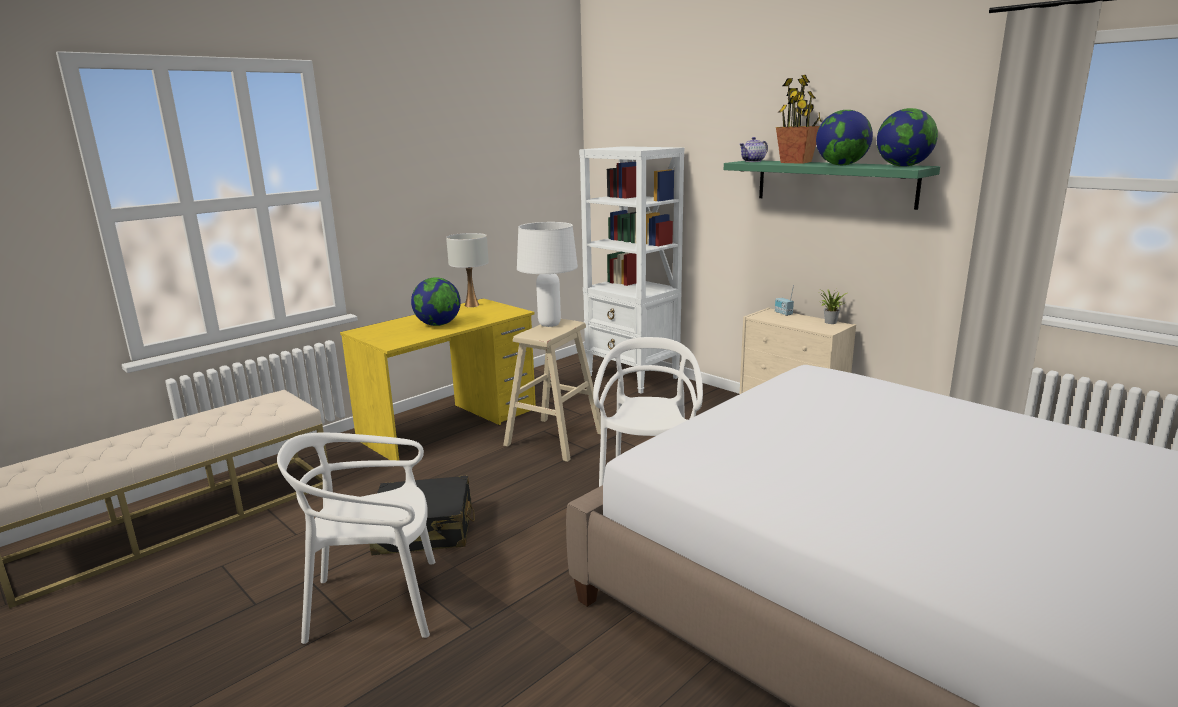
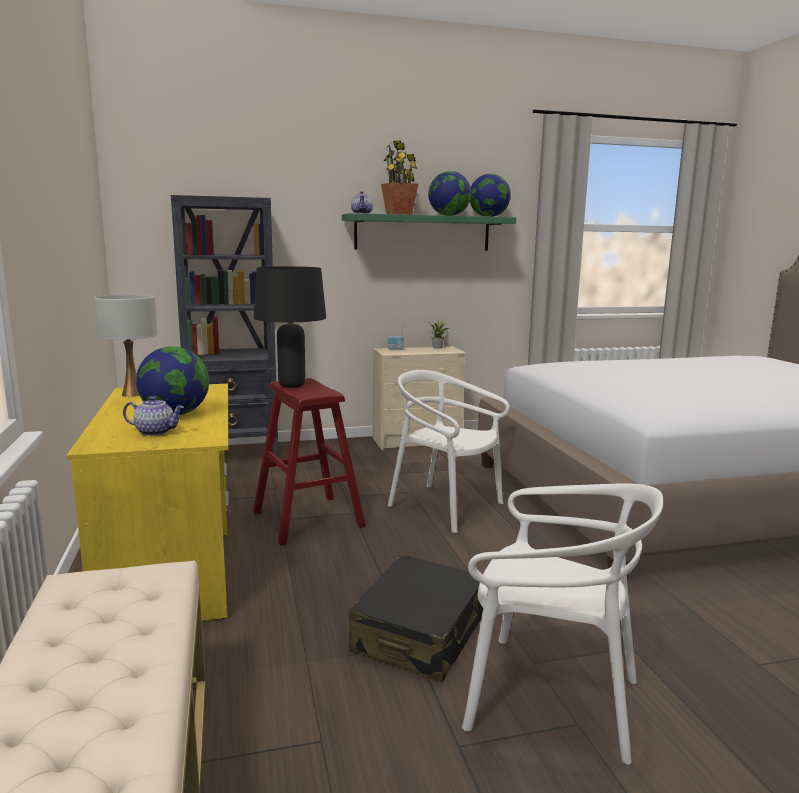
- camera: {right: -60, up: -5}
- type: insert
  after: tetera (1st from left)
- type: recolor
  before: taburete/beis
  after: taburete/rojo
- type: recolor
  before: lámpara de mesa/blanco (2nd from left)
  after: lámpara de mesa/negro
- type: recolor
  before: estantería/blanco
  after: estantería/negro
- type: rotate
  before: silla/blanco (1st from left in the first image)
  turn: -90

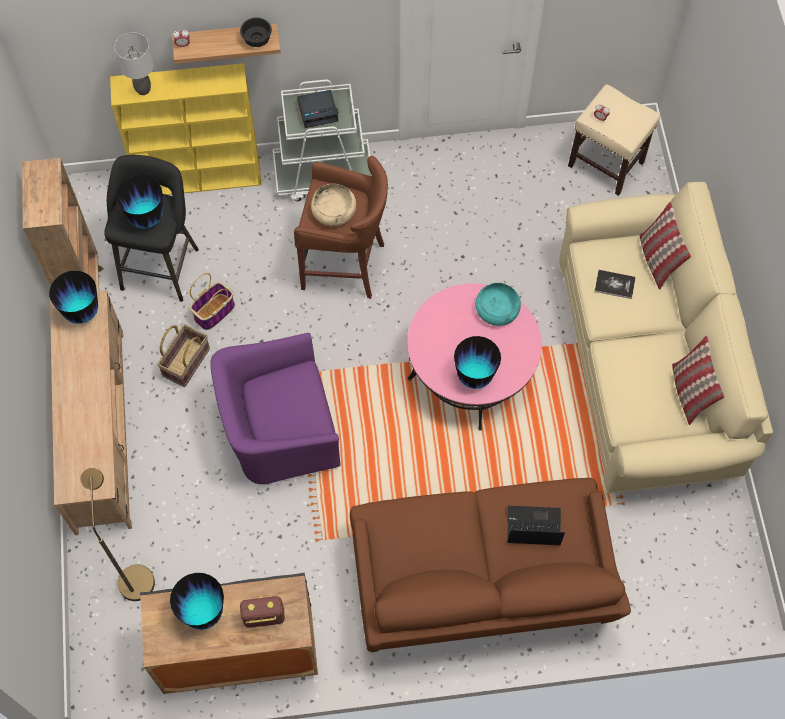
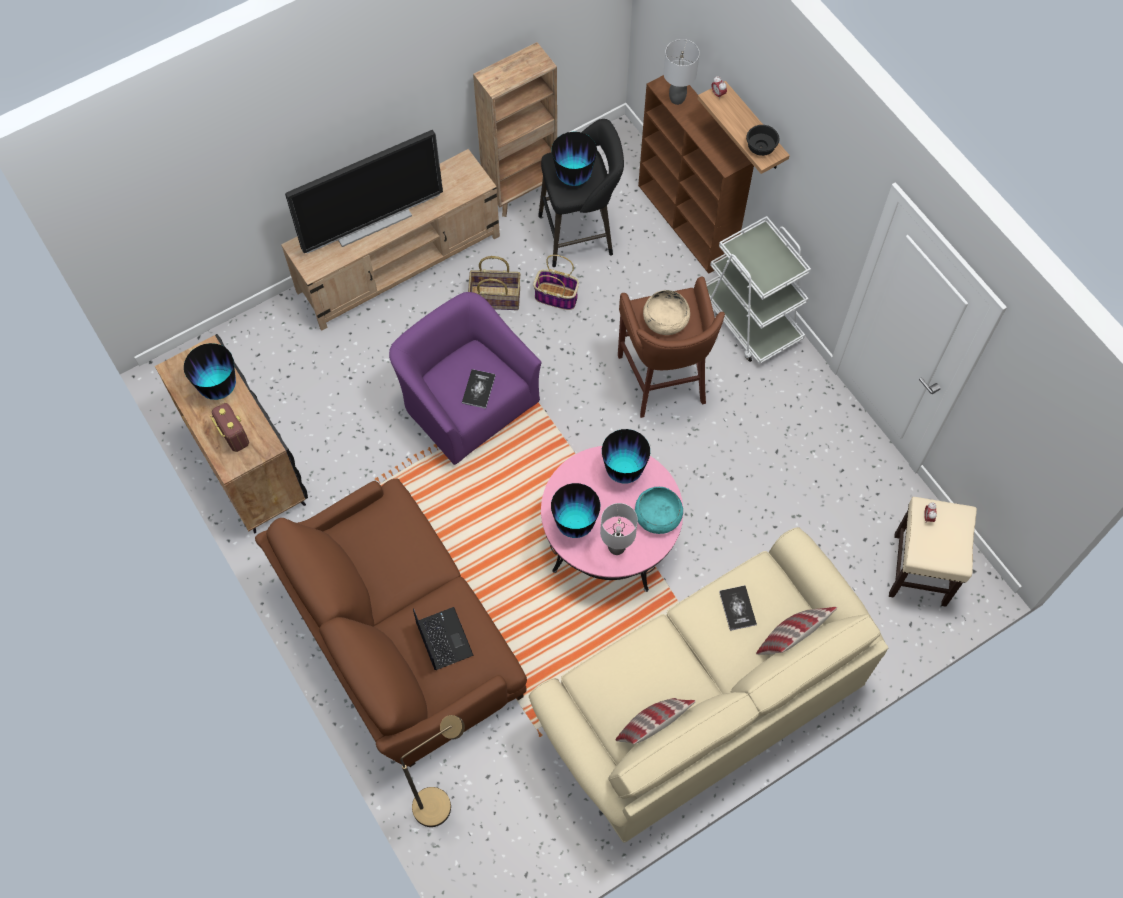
- camera: {right: 65, up: 0}
- type: delete
  before: despertador (2nd from left)
- type: insert
  after: televisor
- type: insert
  after: libro (1st from left)
- type: insert
  after: lámpara de mesa/gris (1st from left)
- type: move
  before: florero (1st from left in the first image)
  after: florero (4th from left)
- type: move
  before: lámpara de pie/marrón
- type: recolor
  before: estantería/amarillo
  after: estantería/marrón (2nd from left)

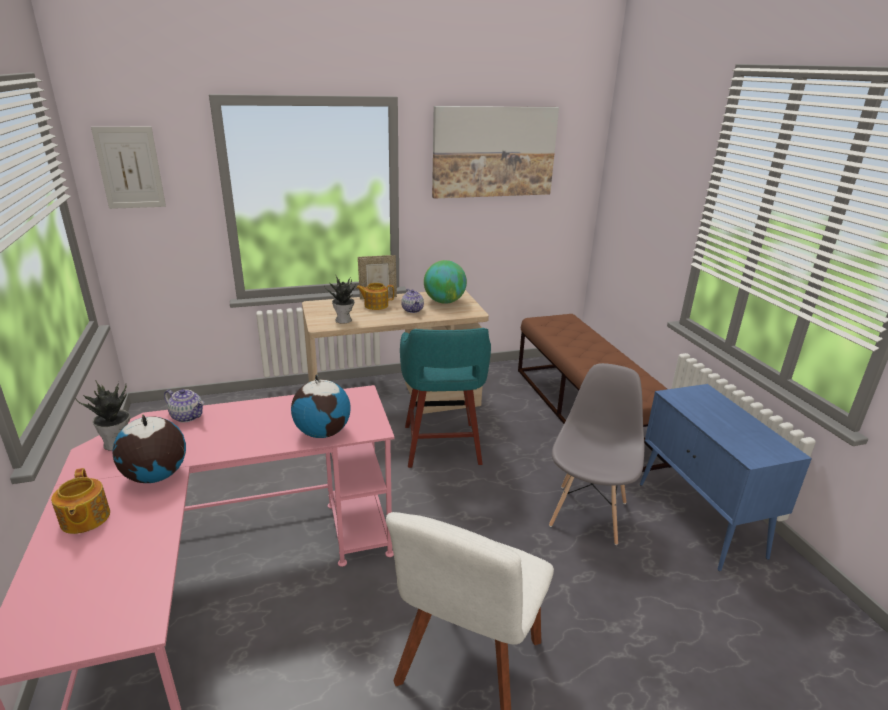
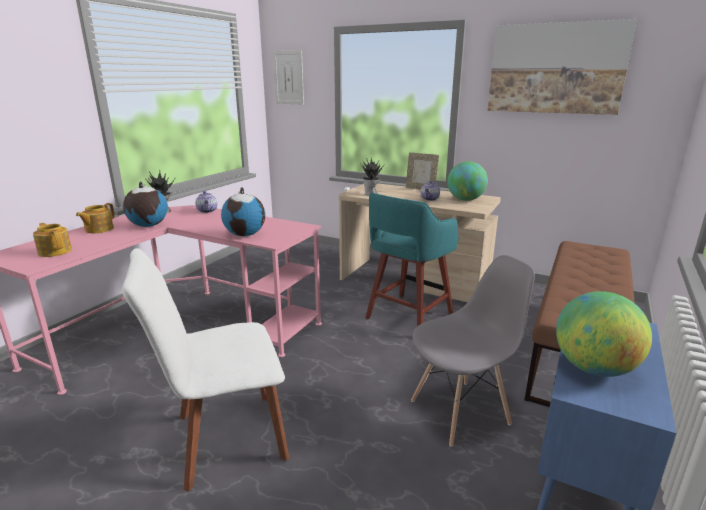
- camera: {right: 45, up: -5}
- type: insert
  after: globo terráqueo (4th from left)
- type: move
  before: tetera (3rd from left in the first image)
  after: tetera (1st from left)

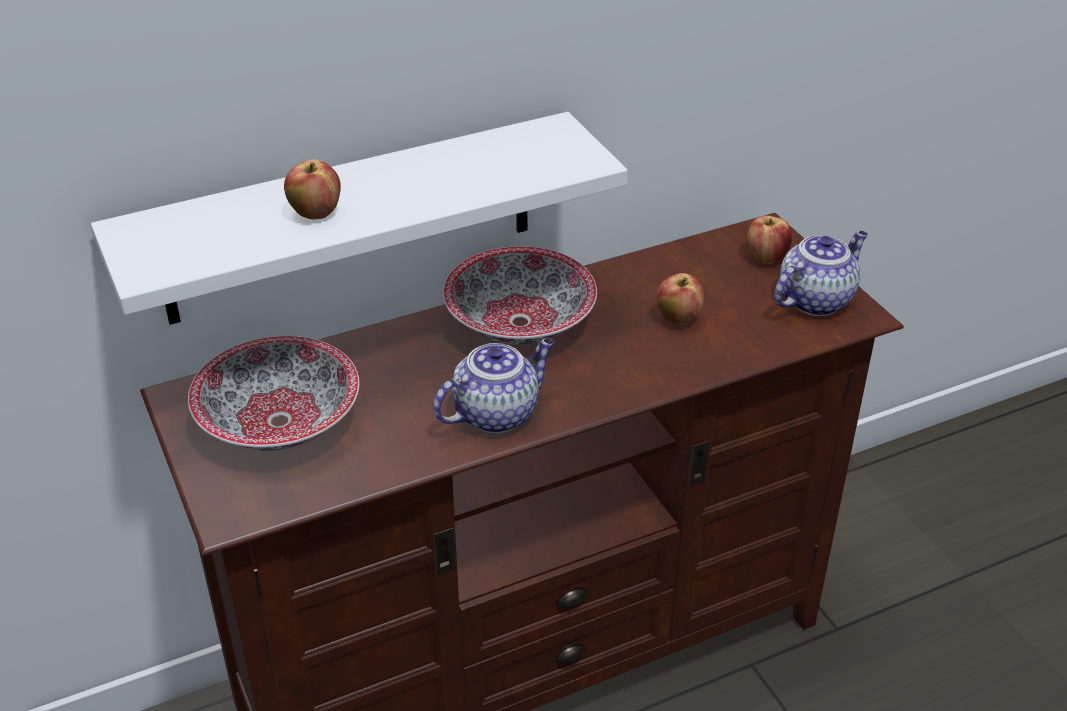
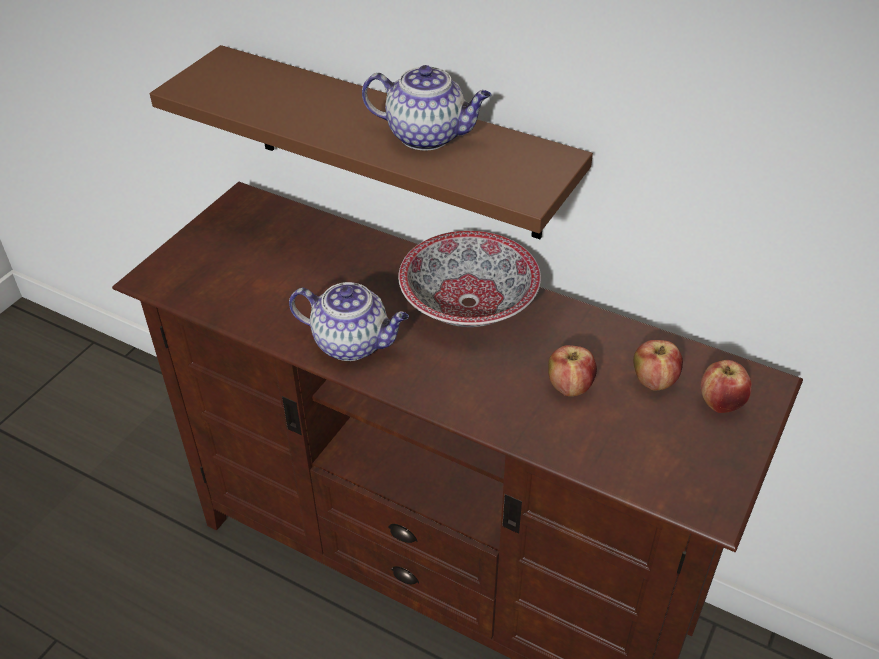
- camera: {right: 55, up: 5}
- type: delete
  before: cuenco (1st from left)
- type: move
  before: manzana (1st from left in the first image)
  after: manzana (2nd from left)
- type: move
  before: tetera (2nd from left)
- type: recolor
  before: estante/blanco
  after: estante/marrón

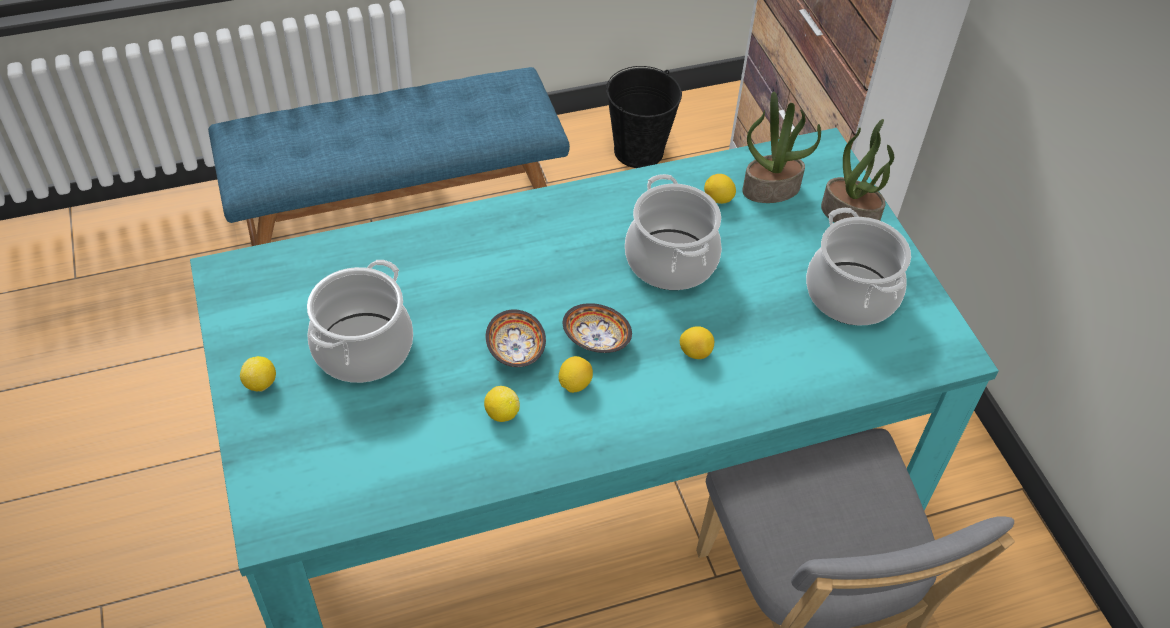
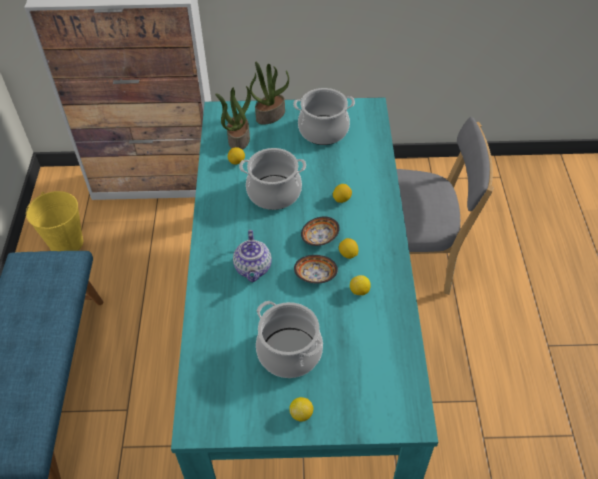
- camera: {right: -70, up: 0}
- type: insert
  after: tetera
- type: recolor
  before: cubo/negro
  after: cubo/amarillo

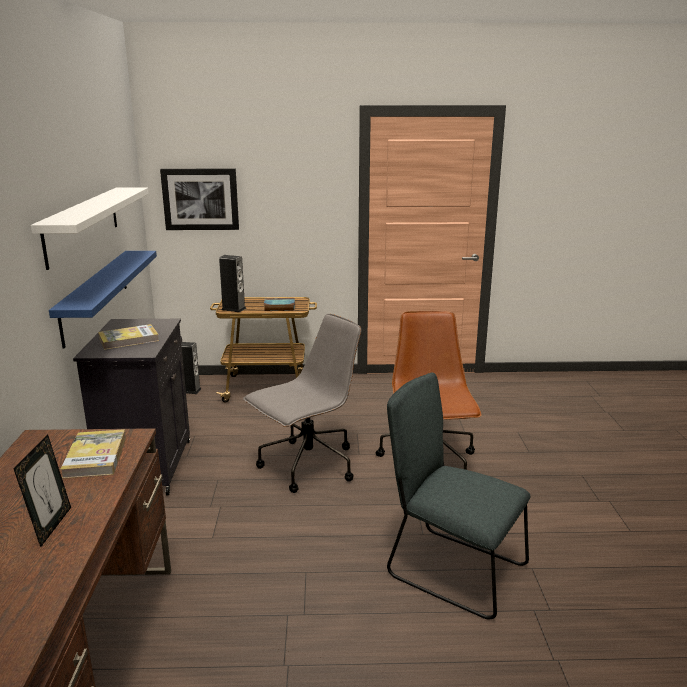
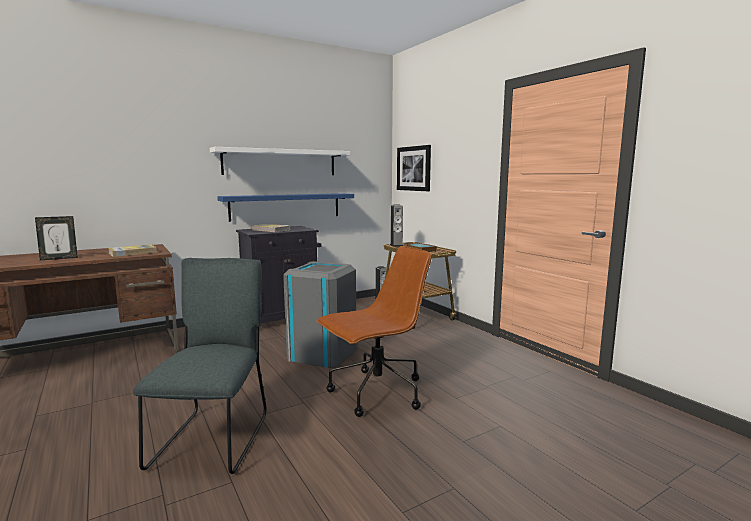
- camera: {right: 60, up: -10}
- type: replace
  before: silla de oficina/gris
  after: papelera/gris

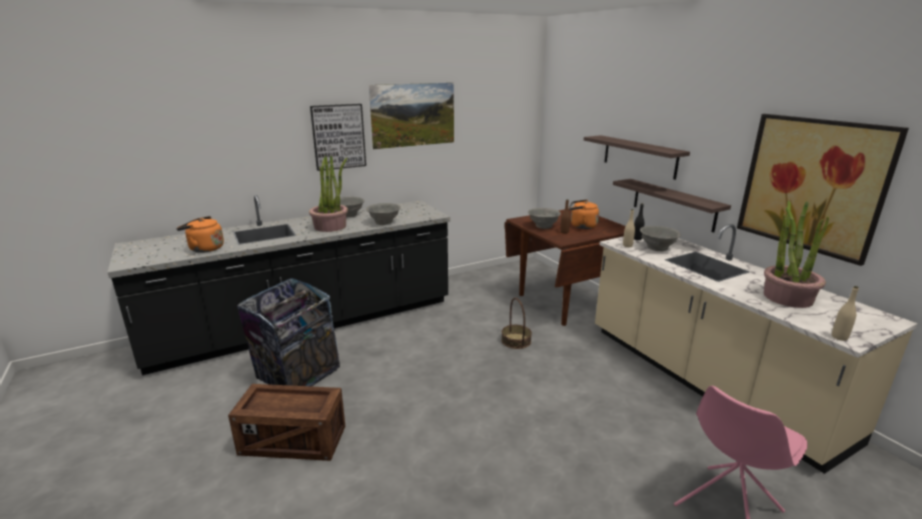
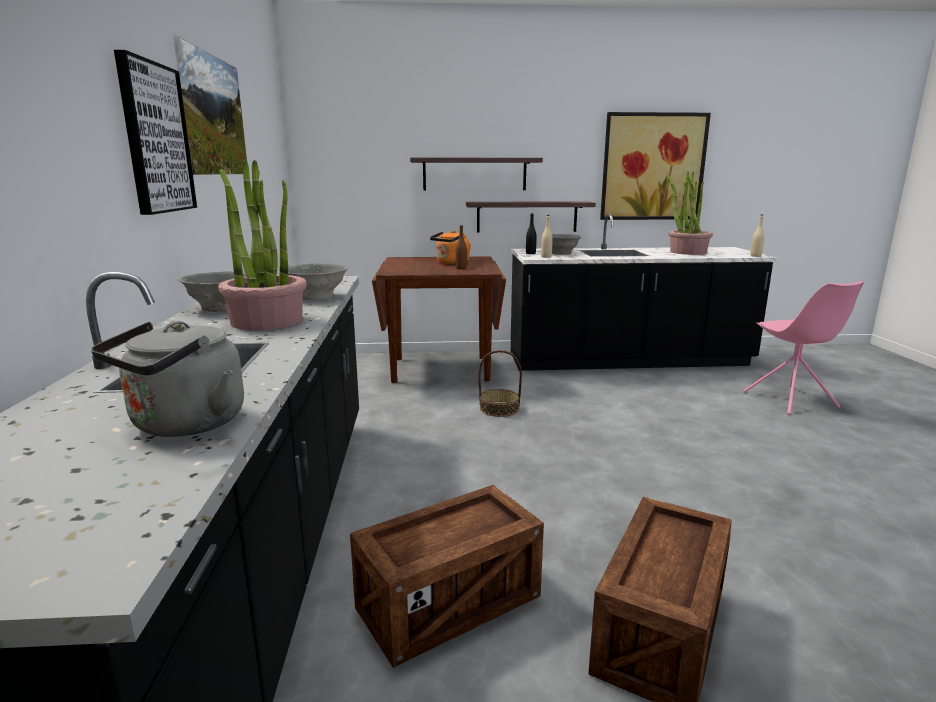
- camera: {right: -65, up: -5}
- type: delete
  before: cuenco/gris (3rd from left)
- type: replace
  before: papelera
  after: caja de embalaje (1st from left)
- type: recolor
  before: hervidor/naranja (1st from left)
  after: hervidor/gris
- type: recolor
  before: mueble bajo de cocina/beis
  after: mueble bajo de cocina/negro (2nd from left)

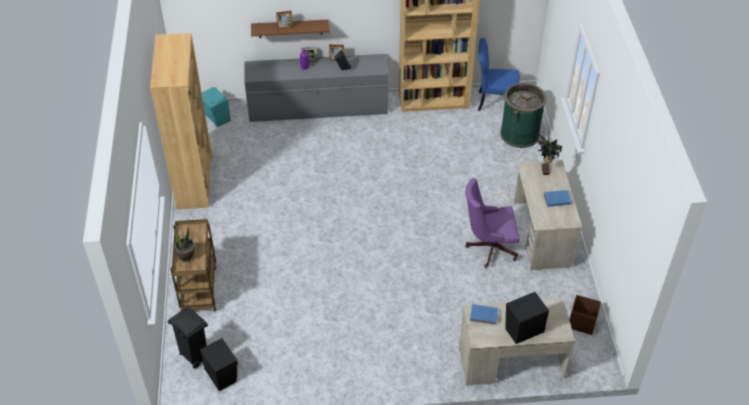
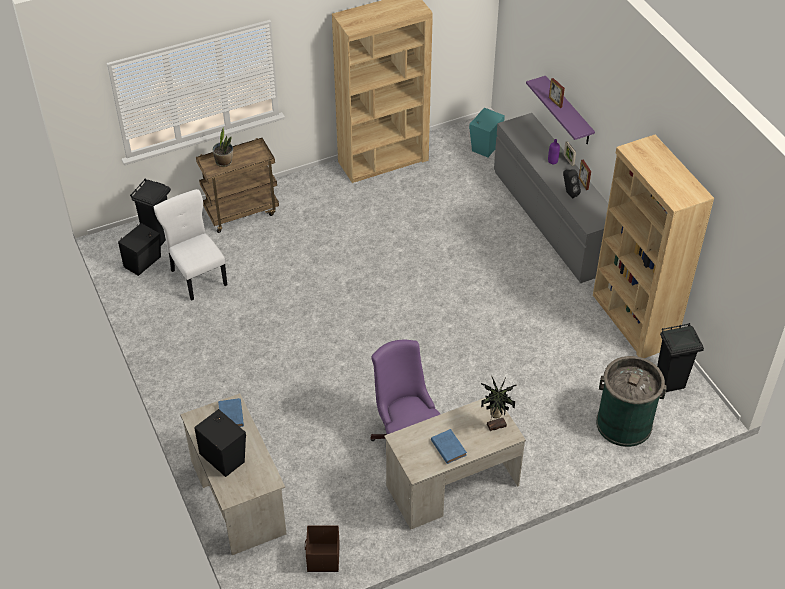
- camera: {right: 70, up: 0}
- type: insert
  after: silla/blanco
- type: replace
  before: silla/azul
  after: papelera/negro (2nd from left)
- type: recolor
  before: estante/marrón
  after: estante/morado

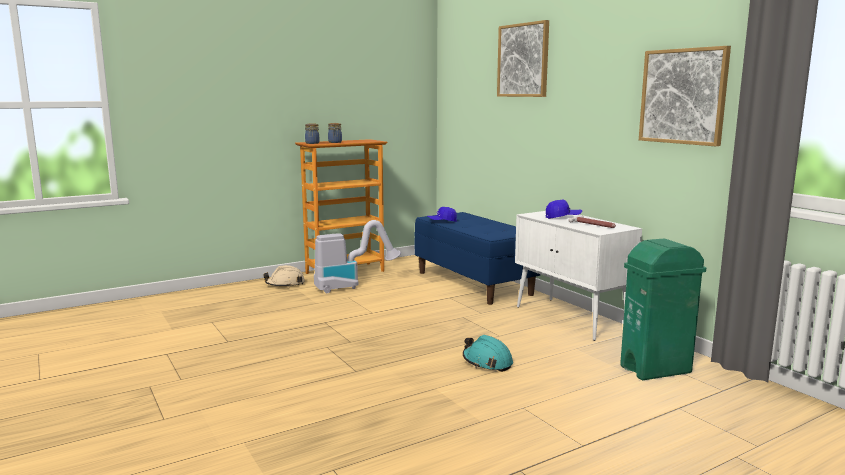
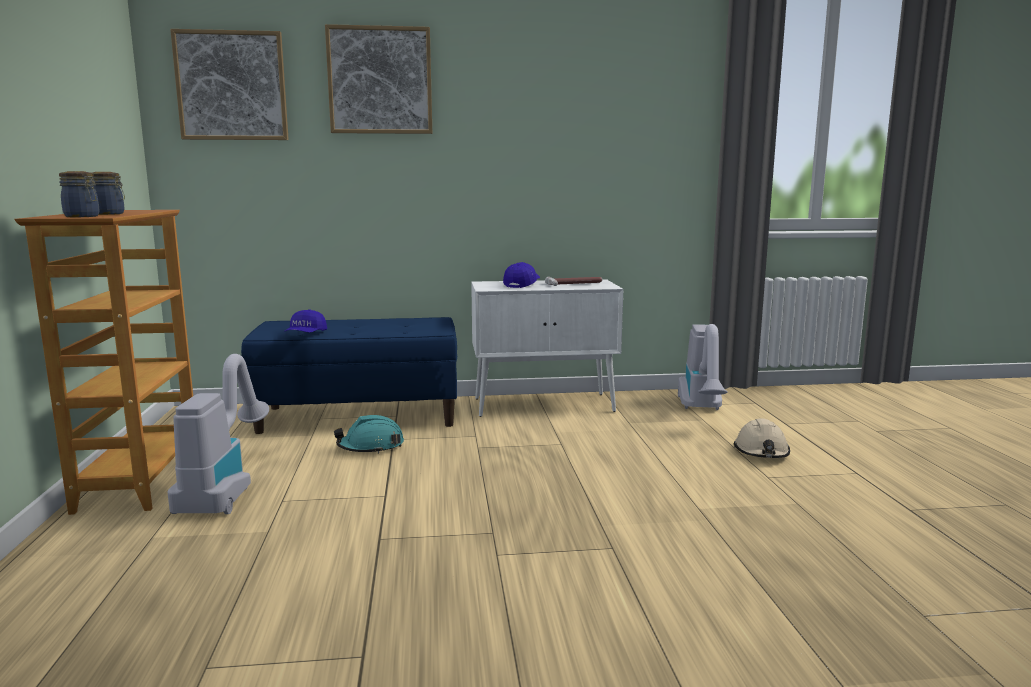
- camera: {right: -65, up: 0}
- type: move
  before: casco/beis
- type: move
  before: casco/turquesa
- type: move
  before: cuadro (2nd from left in the first image)
  after: cuadro (1st from left)
- type: replace
  before: papelera/verde
  after: aspiradora (2nd from left)

